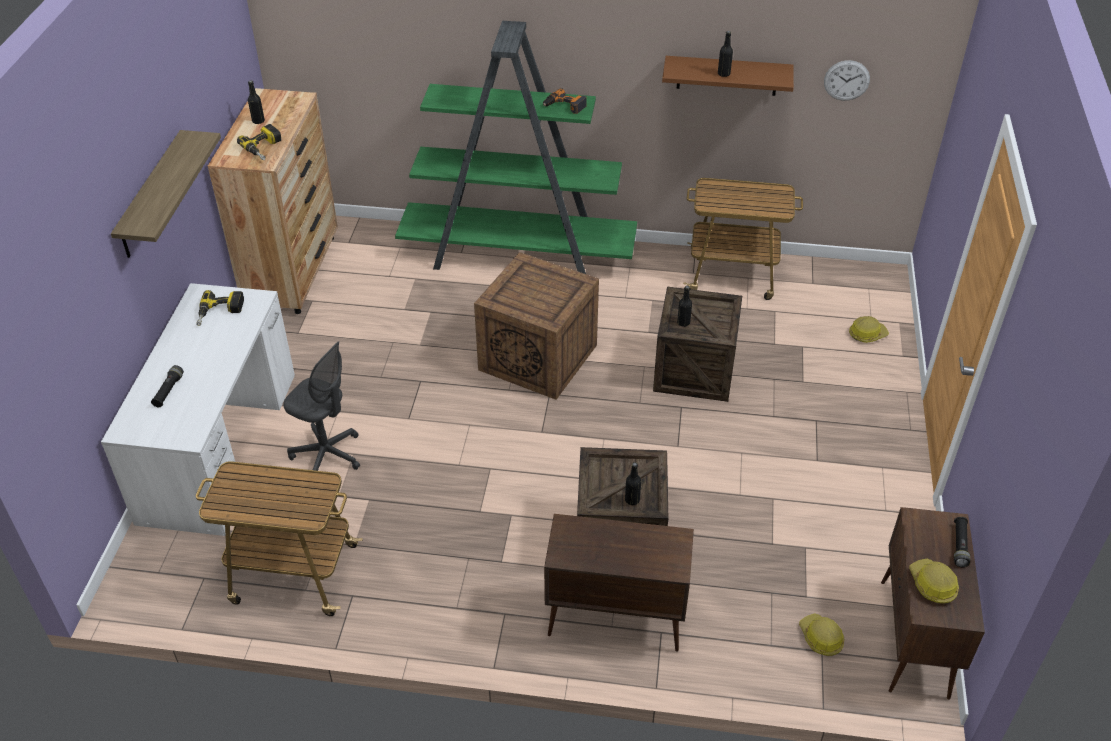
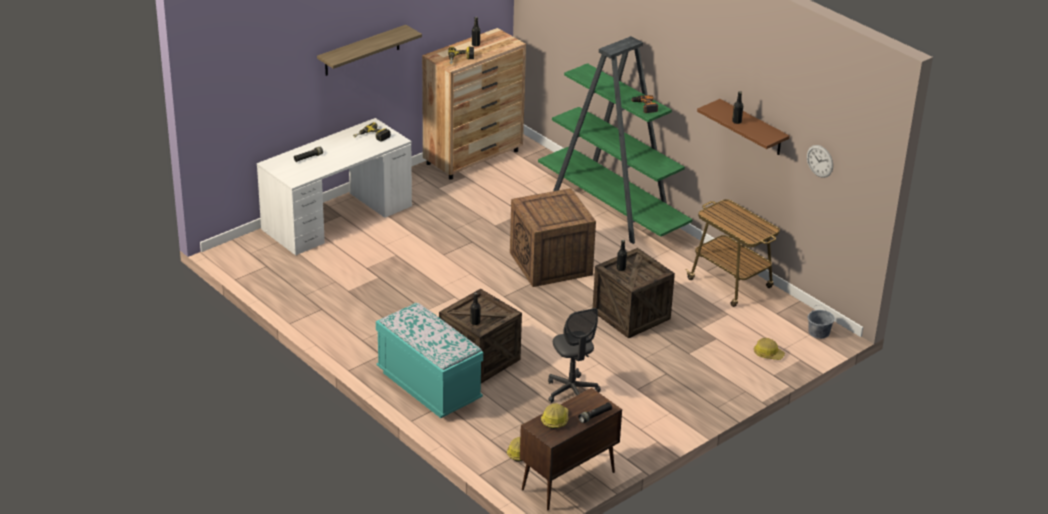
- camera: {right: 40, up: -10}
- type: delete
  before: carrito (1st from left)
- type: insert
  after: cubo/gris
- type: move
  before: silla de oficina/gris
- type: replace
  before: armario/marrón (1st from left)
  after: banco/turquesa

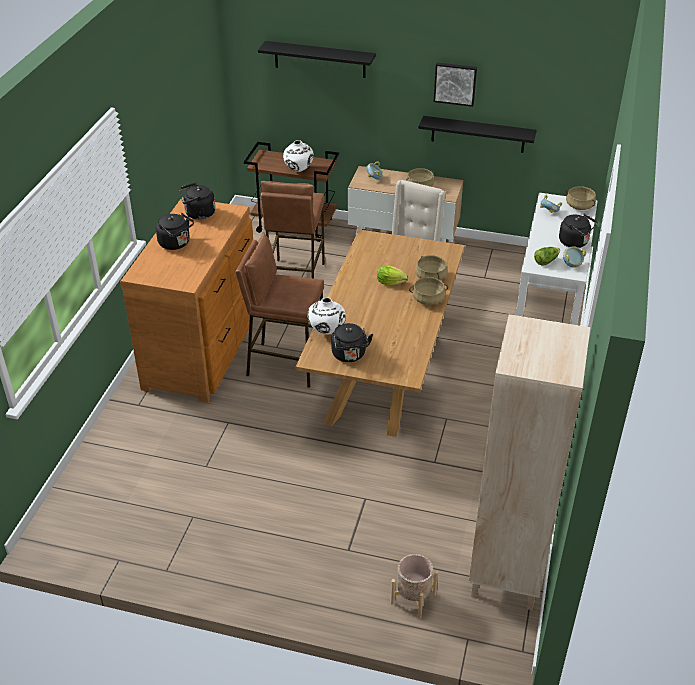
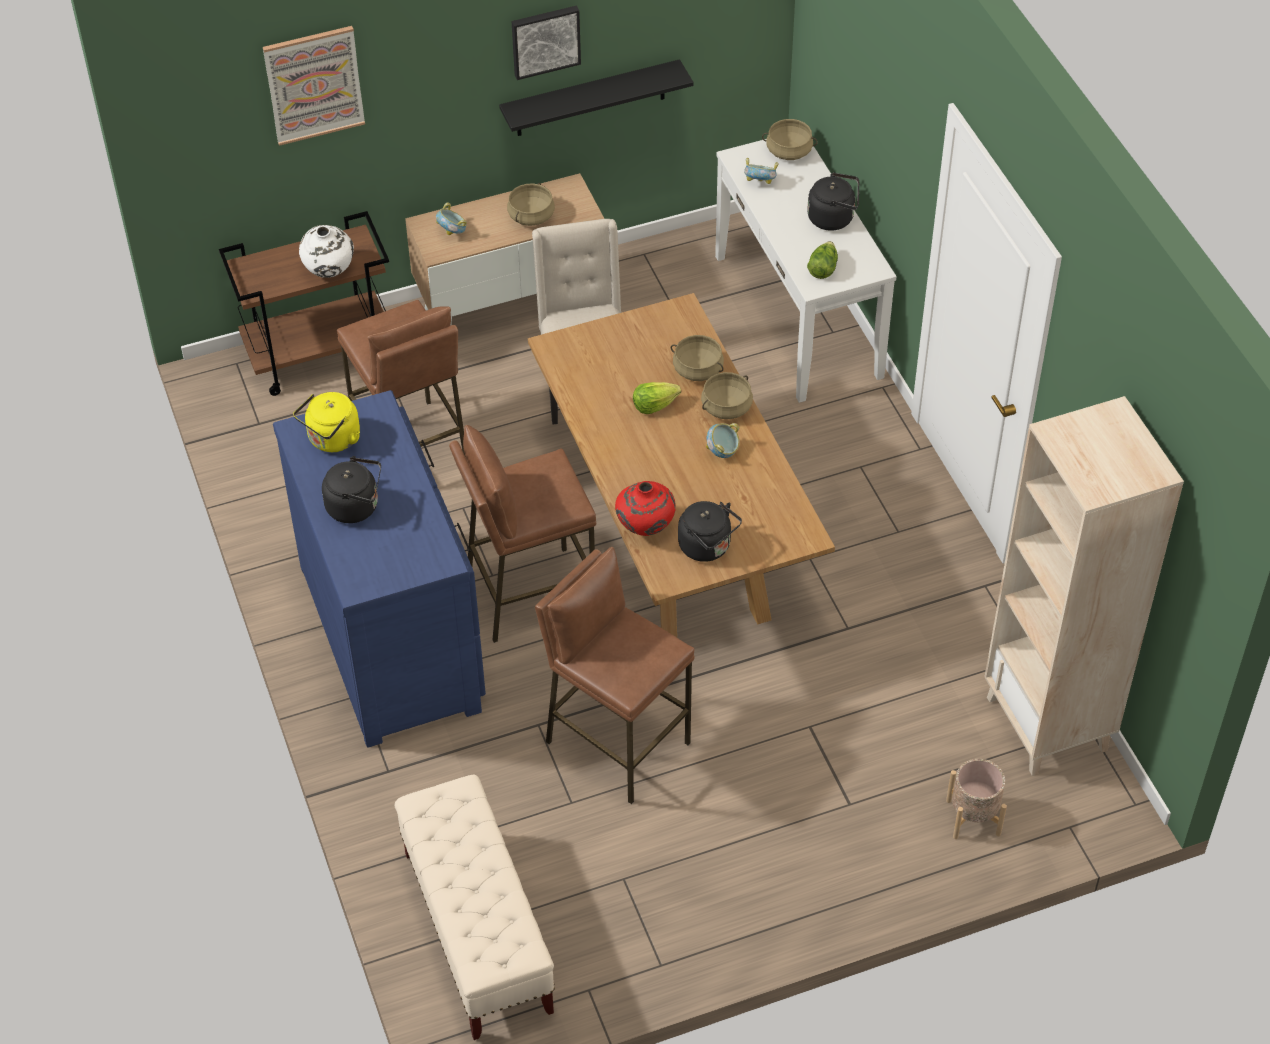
- camera: {right: -35, up: 10}
- type: insert
  after: banco/beis
- type: insert
  after: taburete/marrón (3rd from left)
- type: move
  before: cuenco (3rd from left in the first image)
  after: cuenco (2nd from left)
- type: replace
  before: estante/negro (1st from left)
  after: cuadro (1st from left)
- type: recolor
  before: cómoda/marrón
  after: cómoda/azul
- type: recolor
  before: hervidor/negro (2nd from left)
  after: hervidor/amarillo
- type: recolor
  before: florero/blanco (2nd from left)
  after: florero/rojo

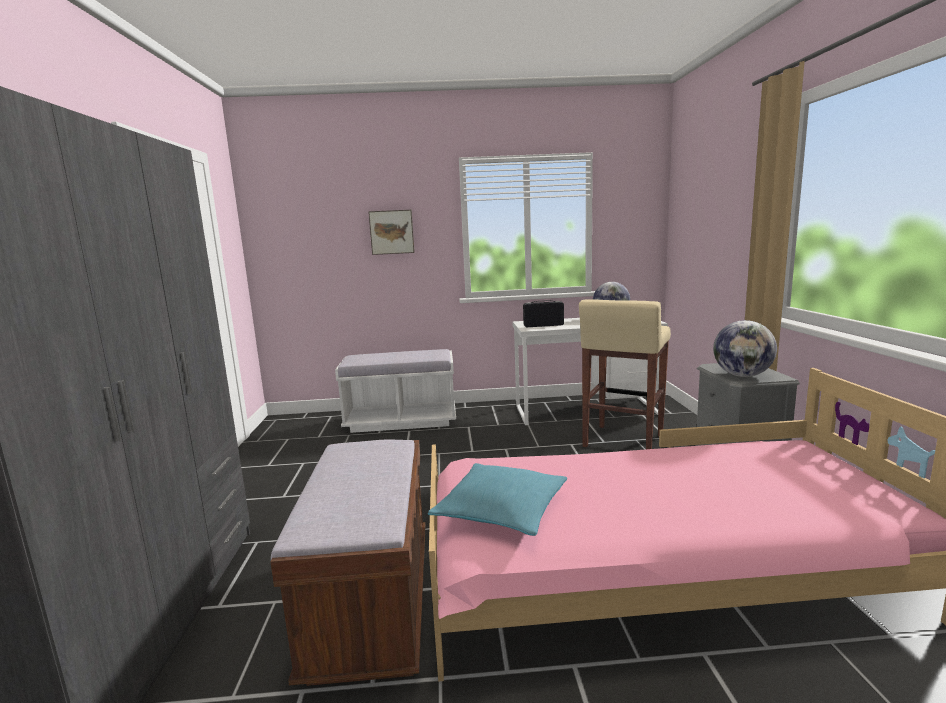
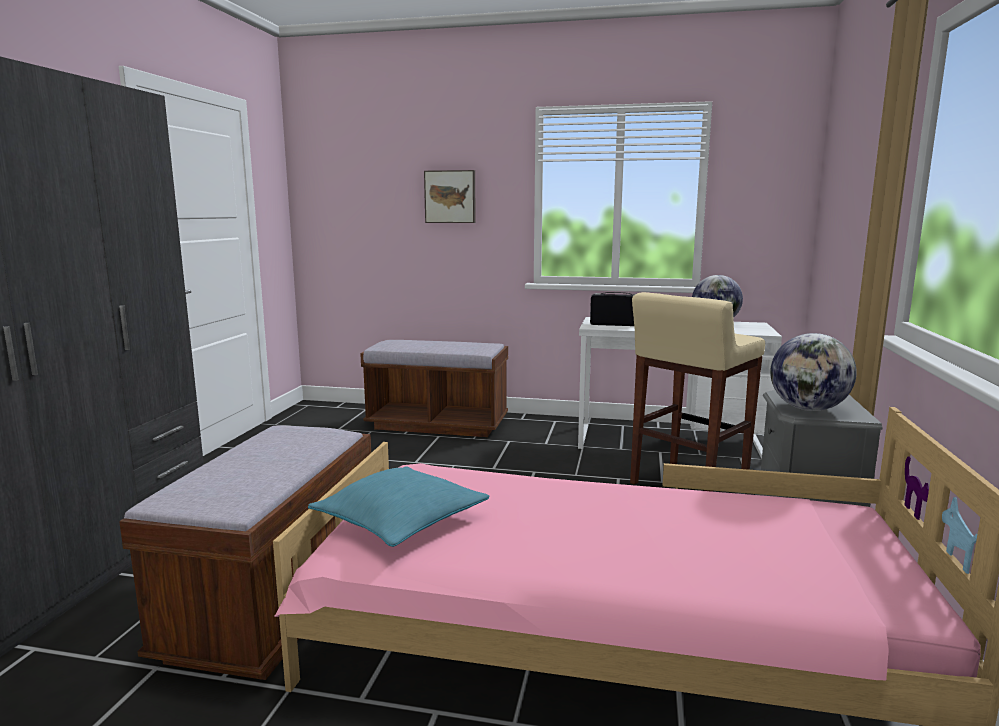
- camera: {right: 15, up: 0}
- type: recolor
  before: banco/blanco
  after: banco/marrón (2nd from left)

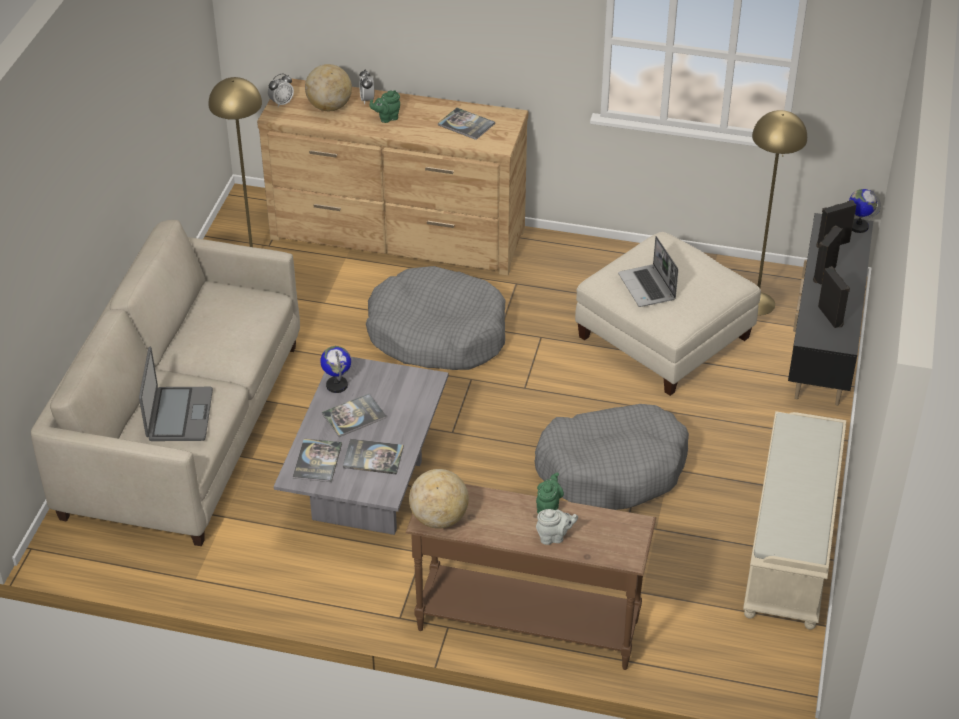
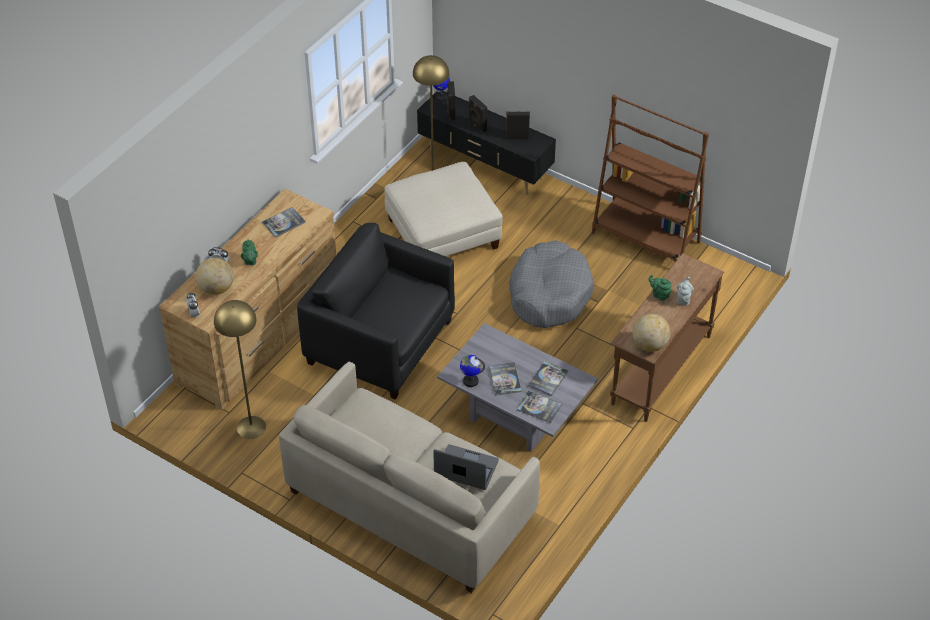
- camera: {right: -70, up: 5}
- type: delete
  before: portátil (2nd from left)
- type: replace
  before: cama para perro/gris (1st from left)
  after: sillón/negro
- type: replace
  before: banco/beis
  after: estantería/marrón

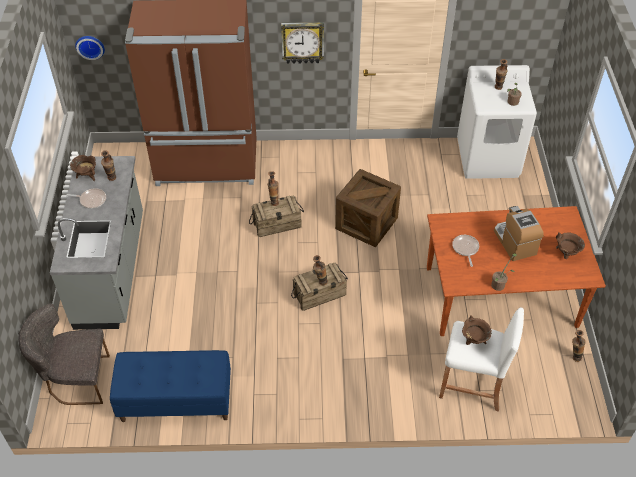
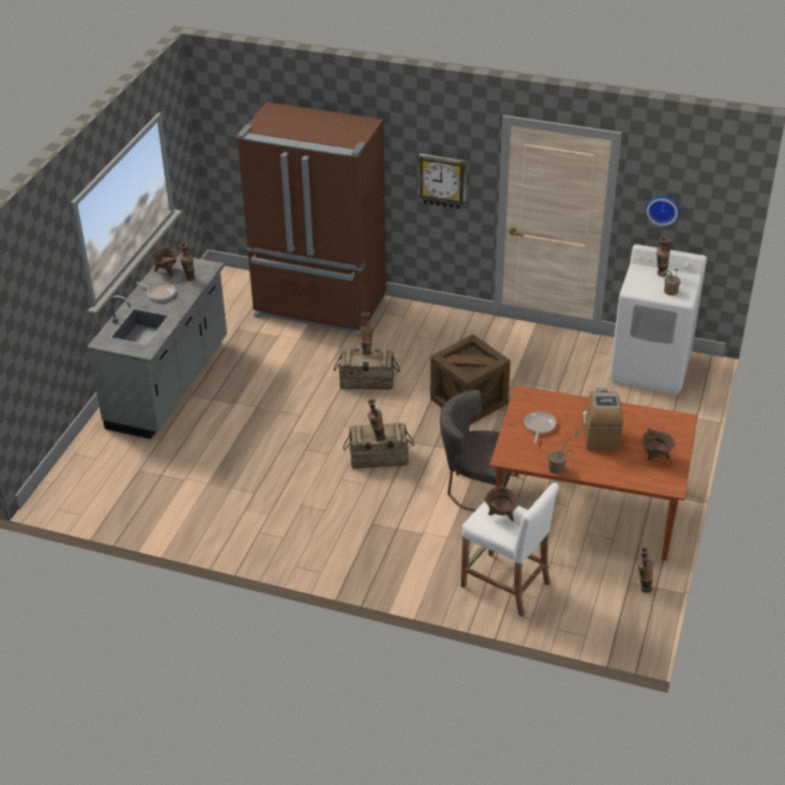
- camera: {right: 20, up: -10}
- type: delete
  before: banco/azul
- type: move
  before: silla/gris
- type: move
  before: reloj de pared (1st from left in the first image)
  after: reloj de pared (2nd from left)

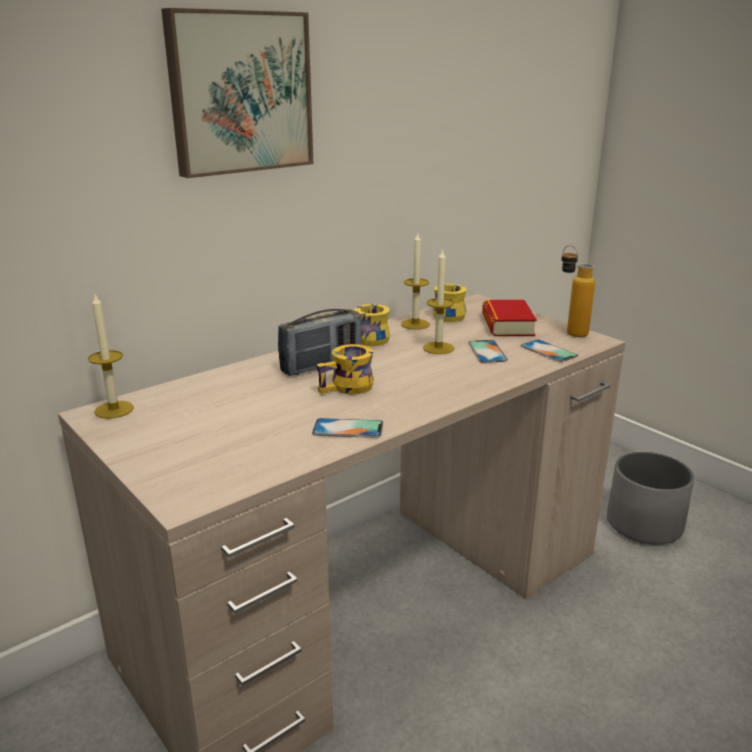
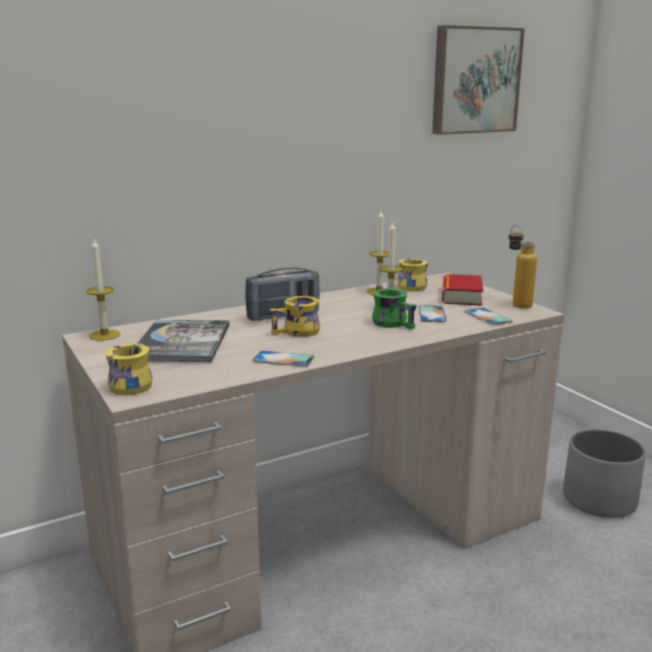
- camera: {right: 10, up: -5}
- type: insert
  after: libro (1st from left)
- type: insert
  after: taza grande/verde
- type: move
  before: cuadro
- type: move
  before: taza grande/amarillo (2nd from left in the first image)
  after: taza grande/amarillo (1st from left)

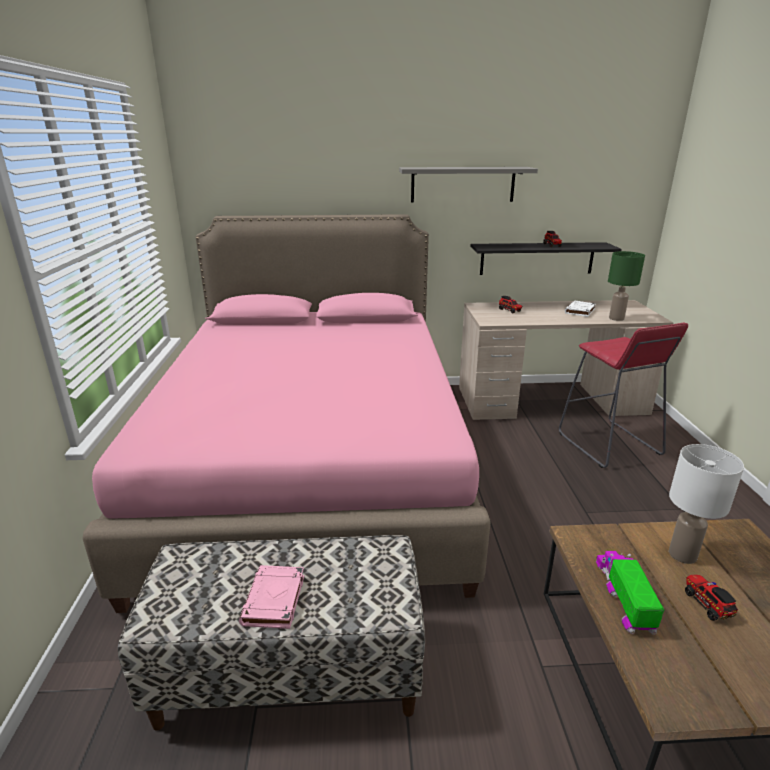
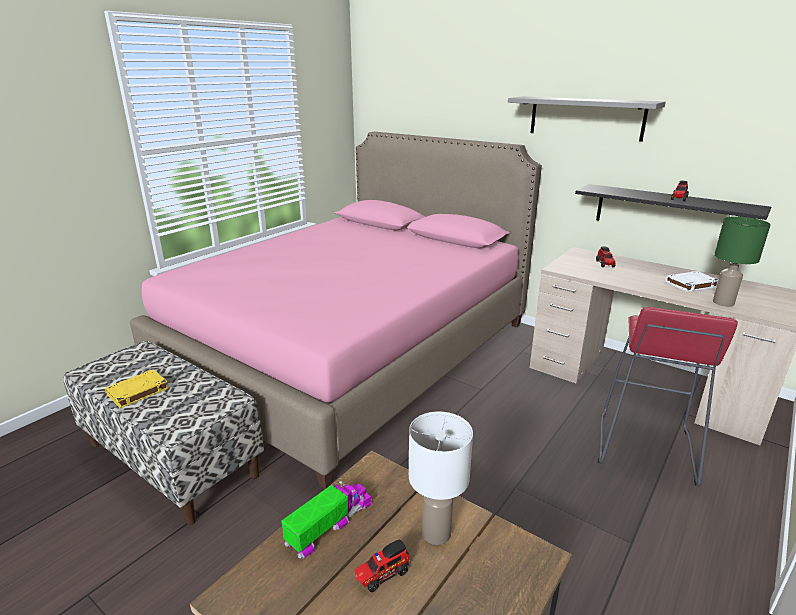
- camera: {right: 40, up: 0}
- type: recolor
  before: libro/rosa
  after: libro/amarillo
- type: rotate
  before: camión de juguete (4th from left in the first image)
  turn: -150

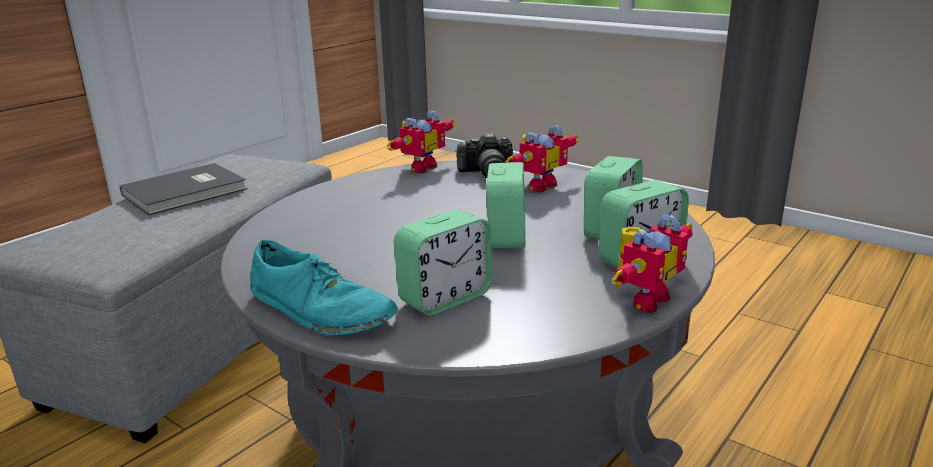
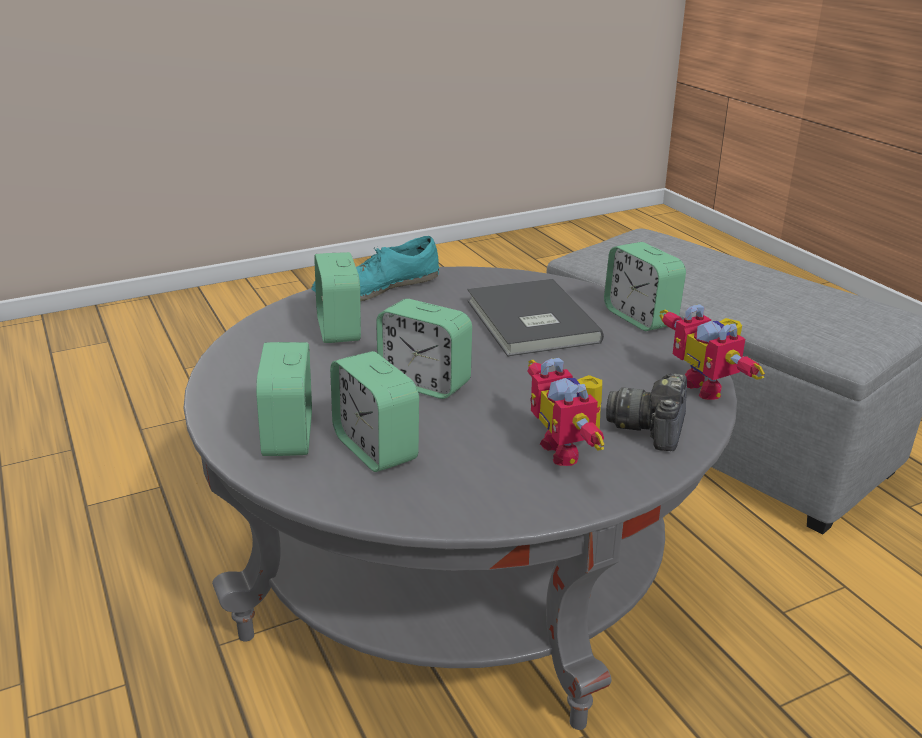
- camera: {right: 115, up: 5}
- type: delete
  before: robot de juguete (3rd from left)
- type: insert
  after: despertador (5th from left)
- type: move
  before: libro/gris

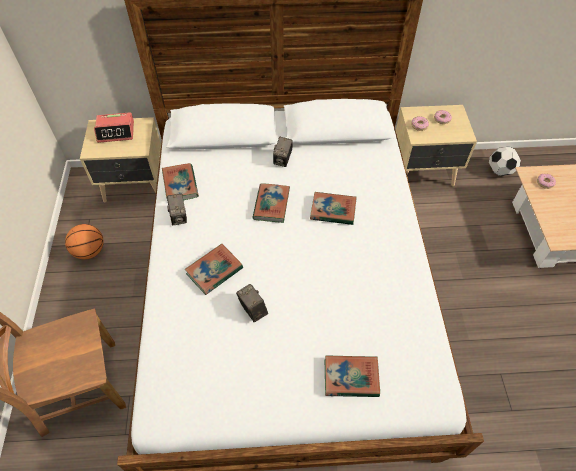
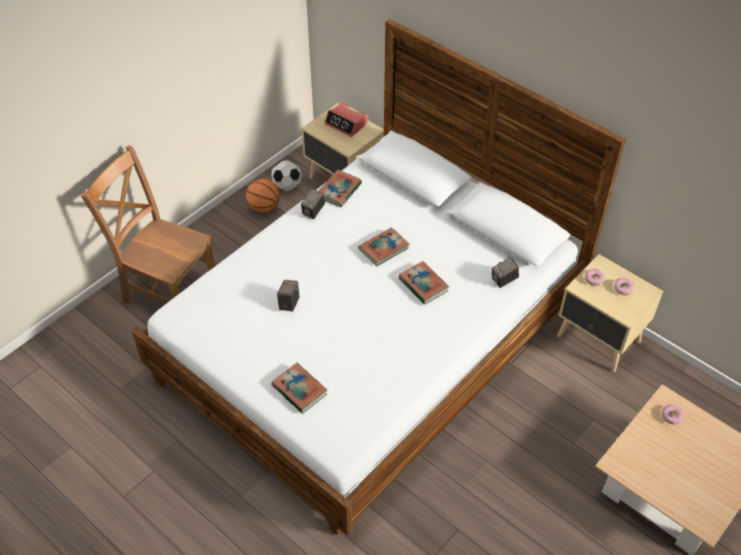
- camera: {right: 45, up: -5}
- type: delete
  before: libro (2nd from left)
- type: move
  before: cámara (3rd from left)
- type: move
  before: balón de fútbol

